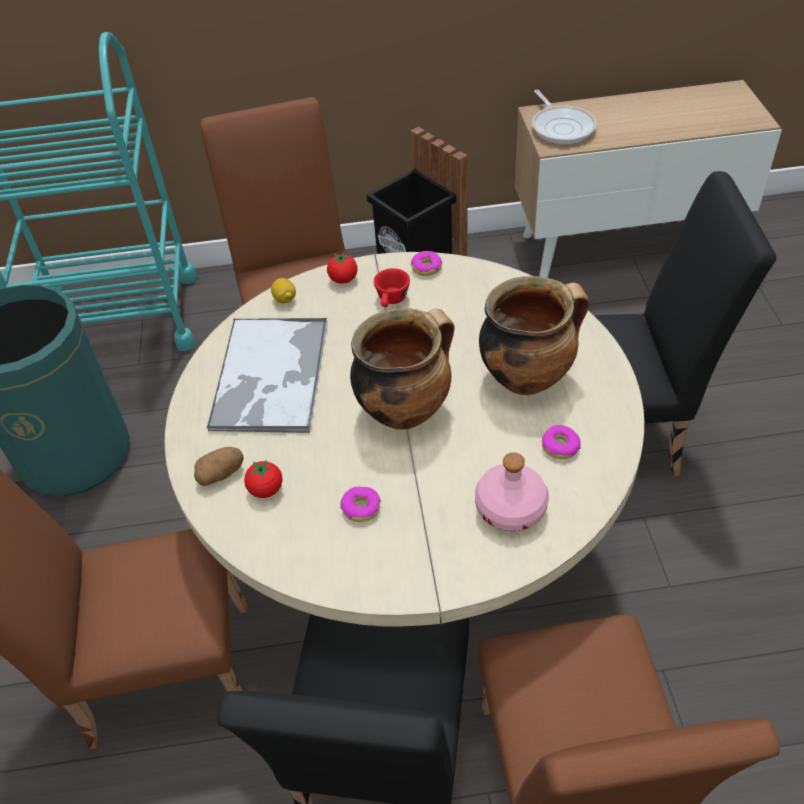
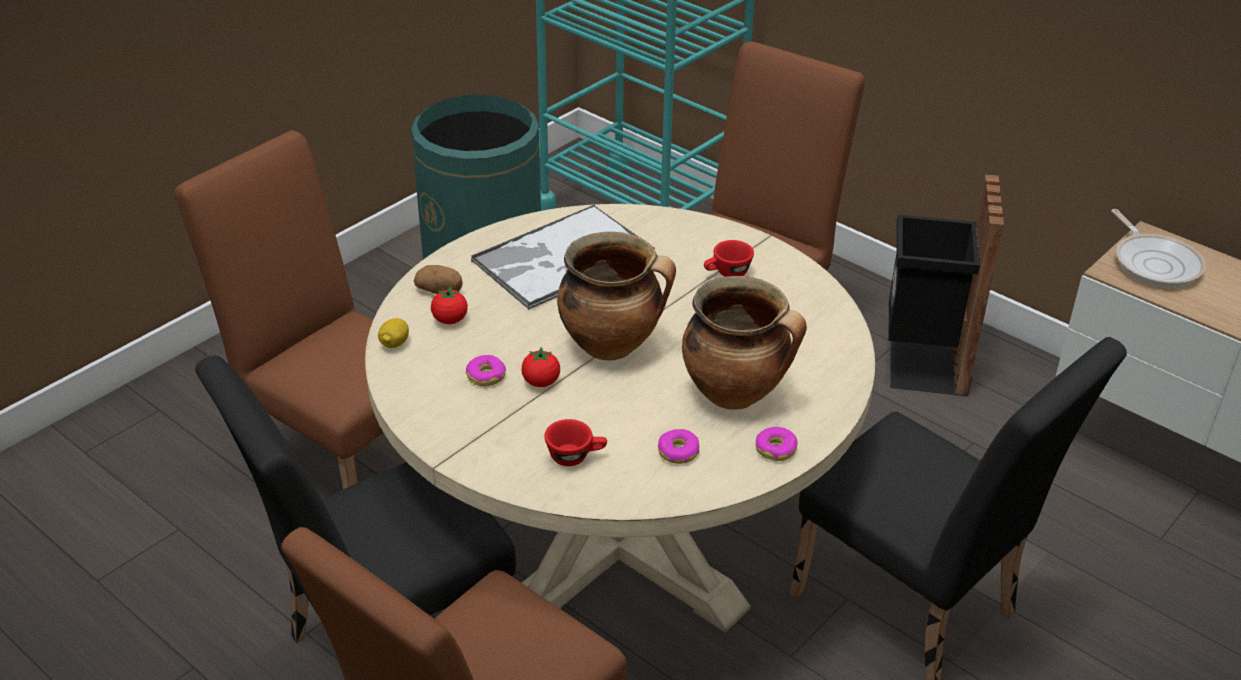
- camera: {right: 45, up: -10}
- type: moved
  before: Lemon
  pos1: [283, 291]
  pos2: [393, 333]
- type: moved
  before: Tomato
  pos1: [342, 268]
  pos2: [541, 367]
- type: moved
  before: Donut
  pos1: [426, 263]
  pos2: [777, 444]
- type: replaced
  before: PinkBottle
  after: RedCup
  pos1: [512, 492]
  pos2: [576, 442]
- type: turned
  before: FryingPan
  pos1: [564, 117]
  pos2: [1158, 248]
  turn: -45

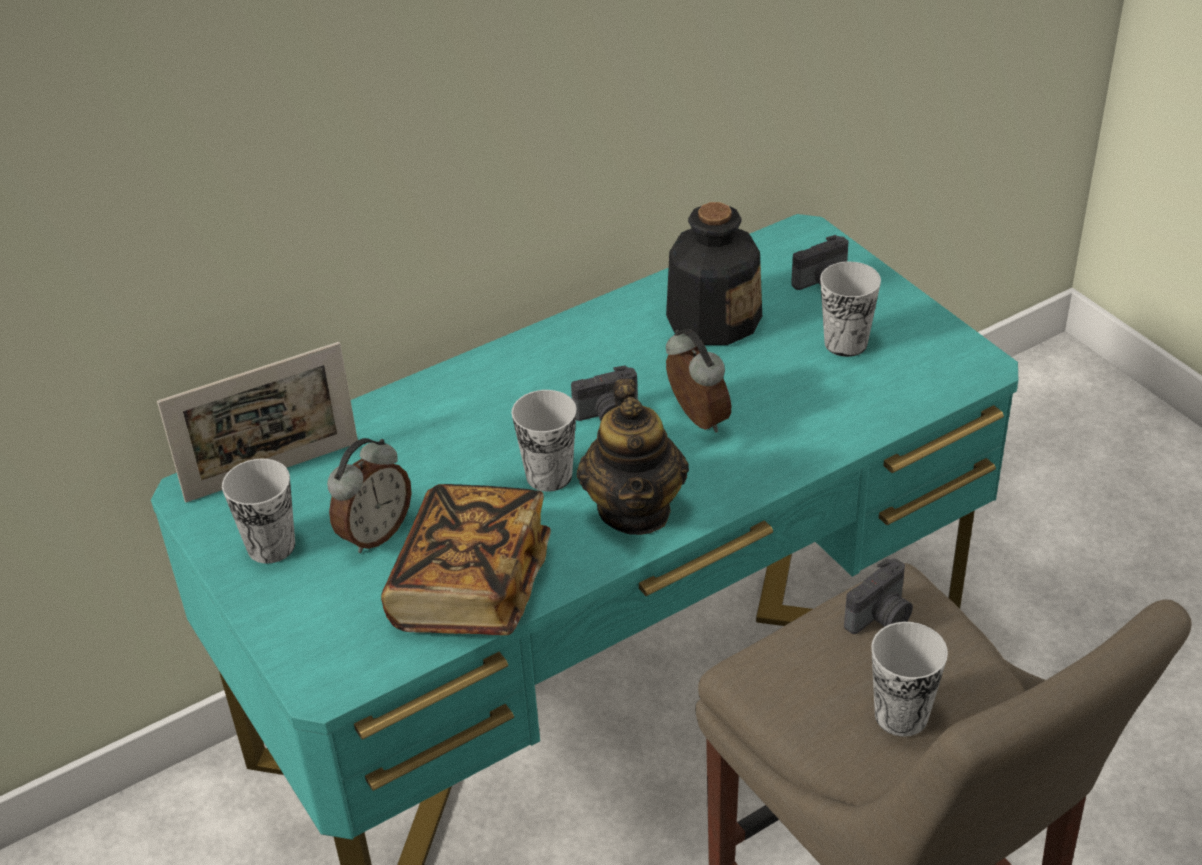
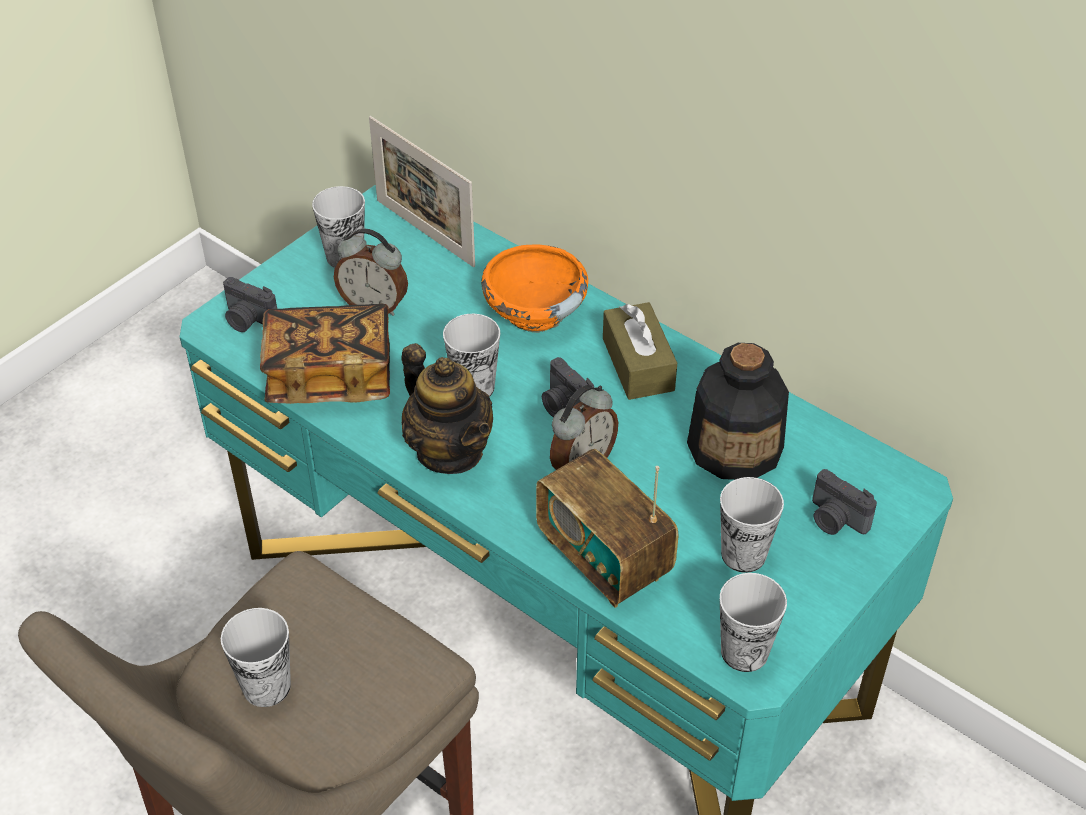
- camera: {right: 70, up: 5}
- type: added
  after: OrangeBowl
  pos2: [534, 288]
- type: added
  after: Radio
  pos2: [607, 528]
- type: added
  after: BrownTissueBox
  pos2: [640, 351]
- type: added
  after: Cup
  pos2: [753, 622]
- type: moved
  before: PhotoCamera
  pos1: [878, 596]
  pos2: [250, 304]
- type: turned
  before: Teapot
  pos1: [633, 457]
  pos2: [447, 408]
  turn: -105

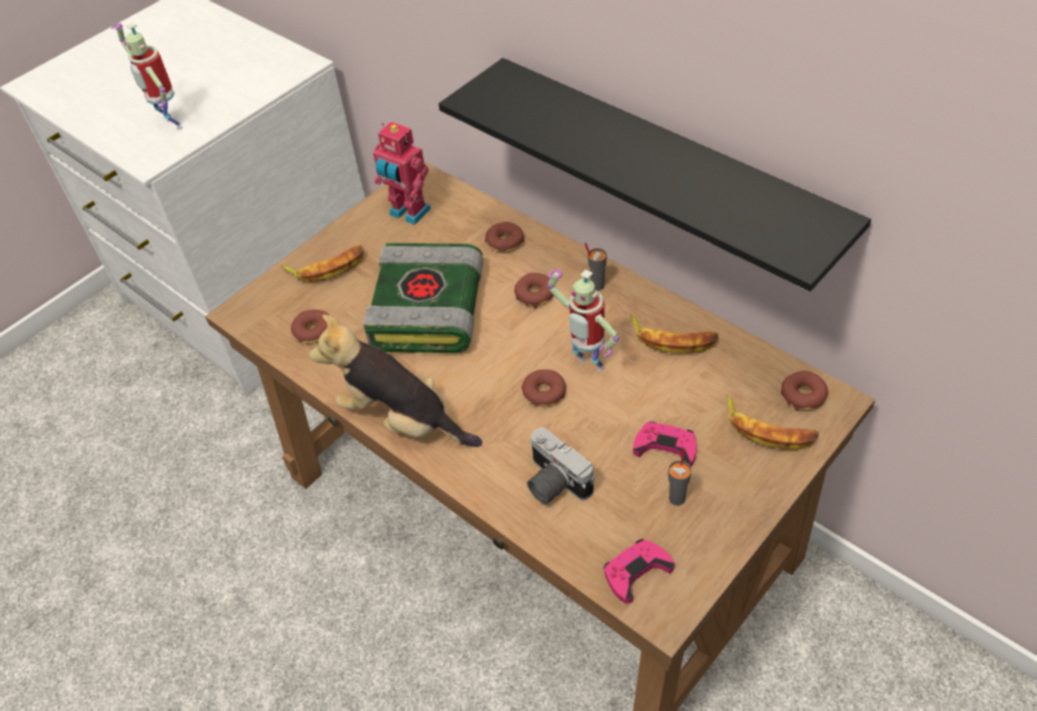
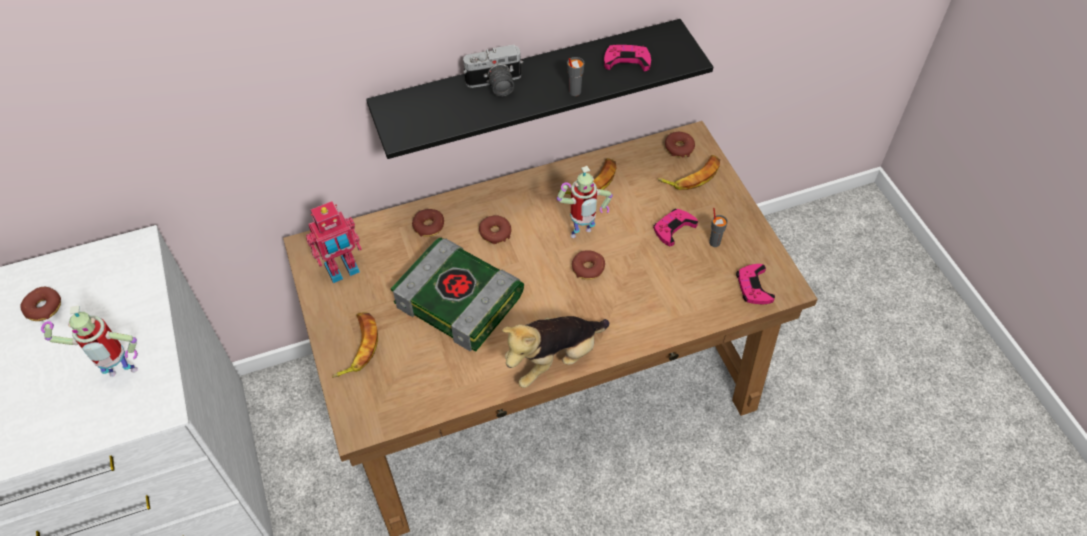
- camera: {right: -65, up: 5}
- type: added
  after: PinkGameController
  pos2: [627, 57]
- type: moved
  before: Donut
  pos1: [310, 326]
  pos2: [40, 304]
- type: moved
  before: PhotoCamera
  pos1: [561, 466]
  pos2: [493, 70]
- type: moved
  before: GreyCup
  pos1: [596, 266]
  pos2: [575, 76]

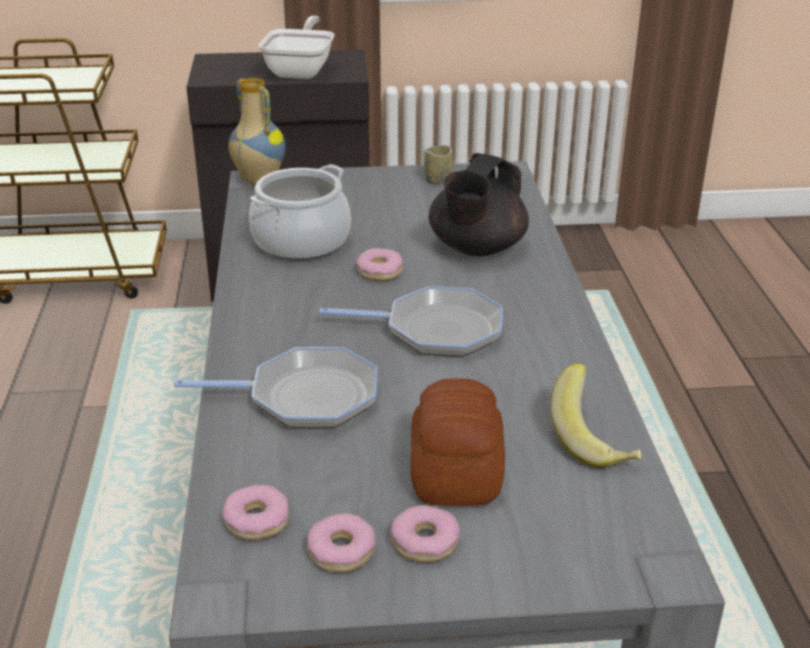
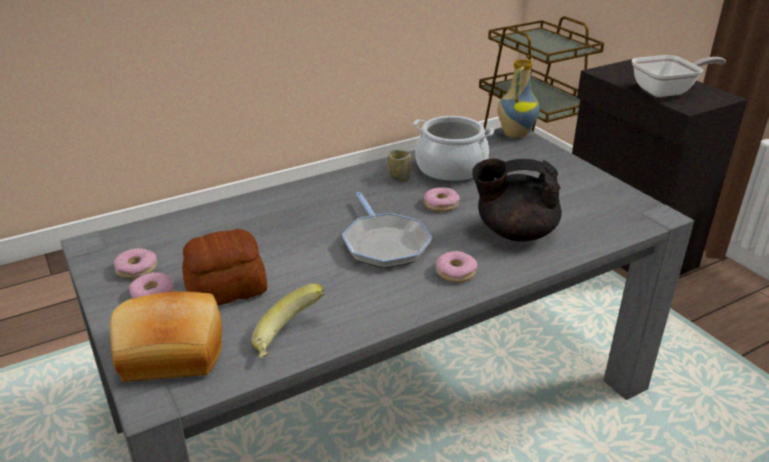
- camera: {right: 65, up: 0}
- type: removed
  before: FryingPan
  pos1: [275, 387]
- type: added
  after: Bread
  pos2: [166, 336]
- type: moved
  before: Donut
  pos1: [255, 512]
  pos2: [456, 267]
- type: moved
  before: Cup
  pos1: [438, 164]
  pos2: [399, 166]

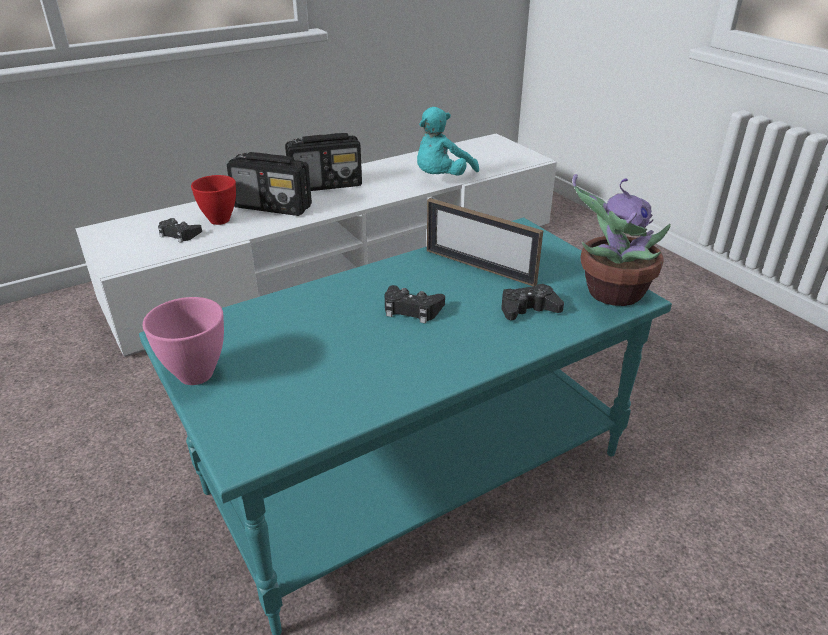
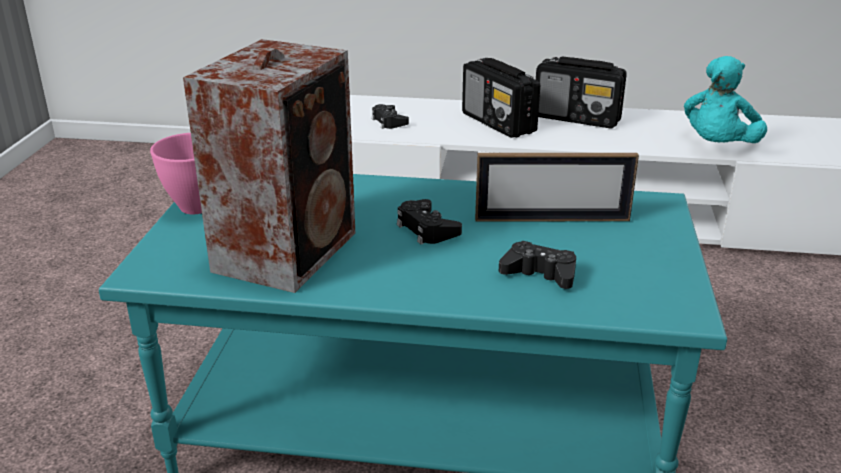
- camera: {right: 40, up: -5}
- type: removed
  before: RedBowl
  pos1: [213, 200]
- type: removed
  before: PottedPlant
  pos1: [621, 240]
- type: added
  after: Speaker
  pos2: [269, 166]
- type: turned
  before: TurquoisePlushToy
  pos1: [448, 141]
  pos2: [725, 99]
  turn: -45
- type: turned
  before: PictureFrame
  pos1: [485, 242]
  pos2: [557, 187]
  turn: -75

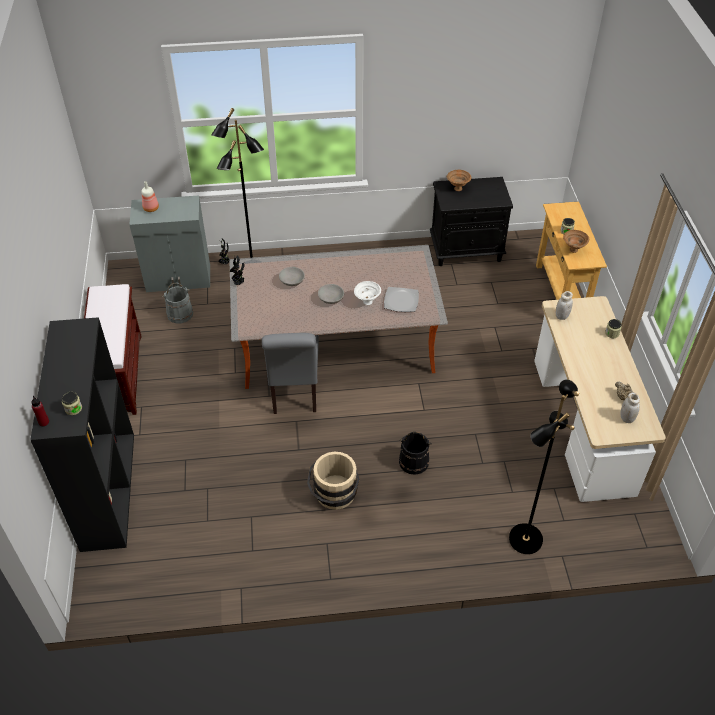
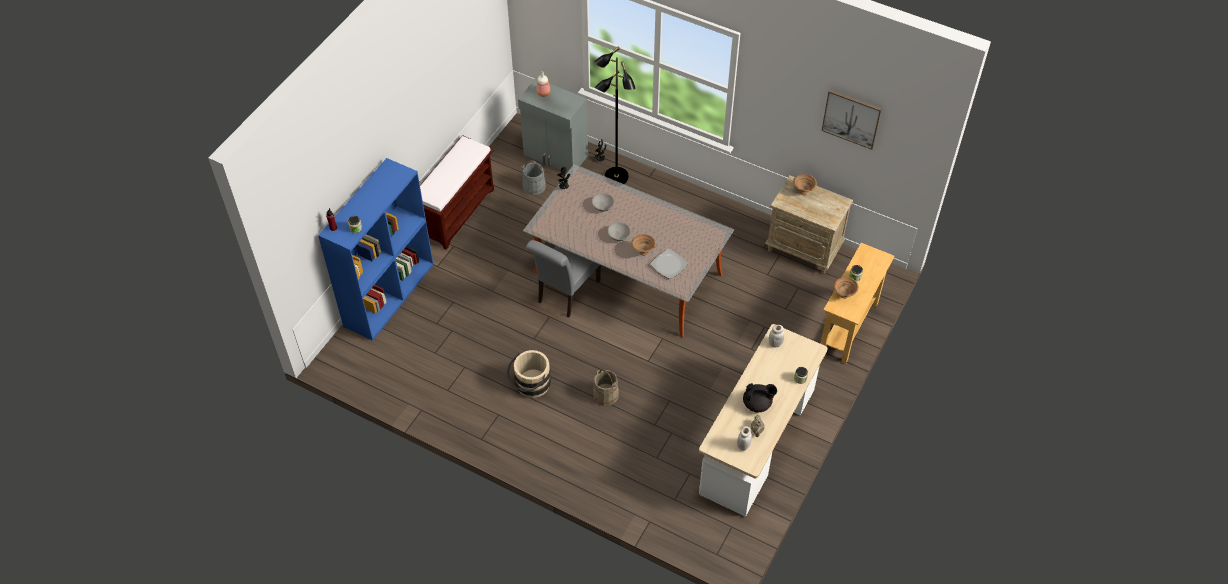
- camera: {right: 35, up: 5}
- type: removed
  before: BlackFloorLamp
  pos1: [544, 466]
- type: added
  after: BlackTeapot
  pos2: [760, 397]
- type: added
  after: Picture
  pos2: [852, 119]
- type: recoloured
  before: BlackBookcase
  after: BlueBookcase
  pos1: [82, 434]
  pos2: [376, 249]
- type: recoloured
  before: WhiteBowl
  after: BrownBowl
  pos1: [367, 293]
  pos2: [643, 245]
- type: recoloured
  before: BlackBucket
  after: BeigeBucket
  pos1: [415, 453]
  pos2: [606, 387]
- type: recoloured
  before: BlackNightstand
  after: BeigeNightstand
  pos1: [471, 221]
  pos2: [809, 224]

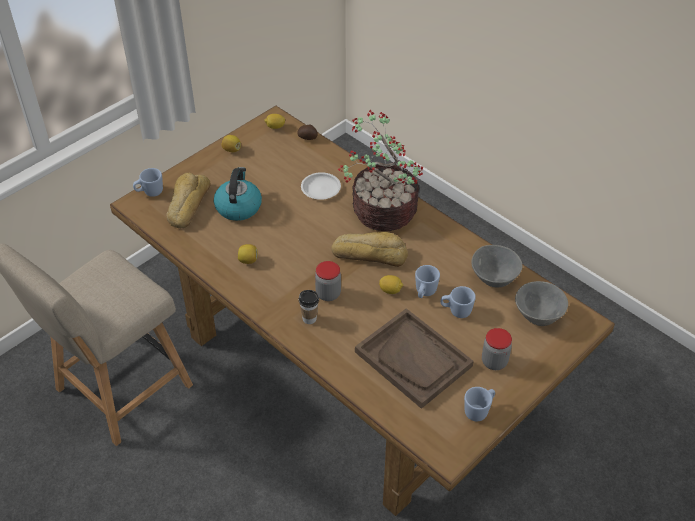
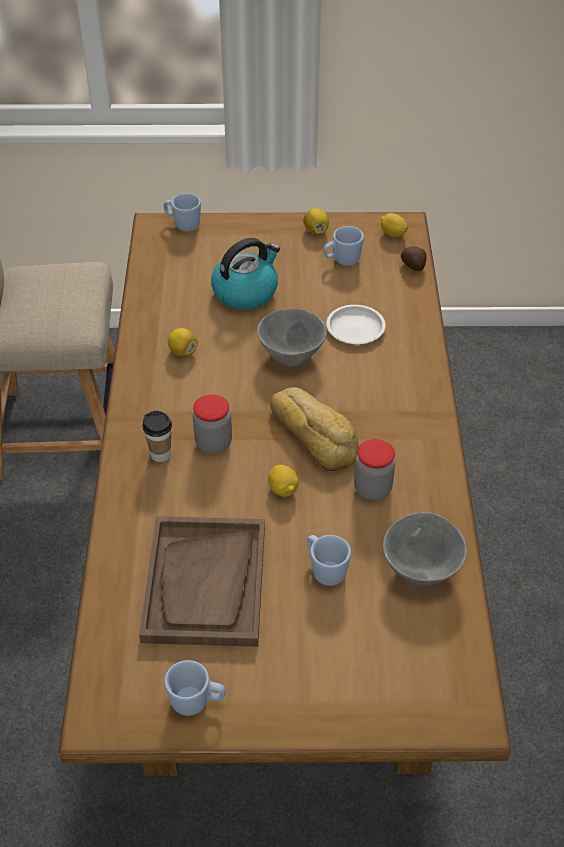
- camera: {right: 45, up: 0}
- type: removed
  before: Bread
  pos1: [188, 200]
- type: removed
  before: PottedPlant
  pos1: [380, 170]
- type: moved
  before: BlueMug
  pos1: [427, 281]
  pos2: [343, 246]
- type: moved
  before: Jar
  pos1: [497, 349]
  pos2: [374, 469]
- type: moved
  before: GreyBowl
  pos1: [541, 303]
  pos2: [292, 338]

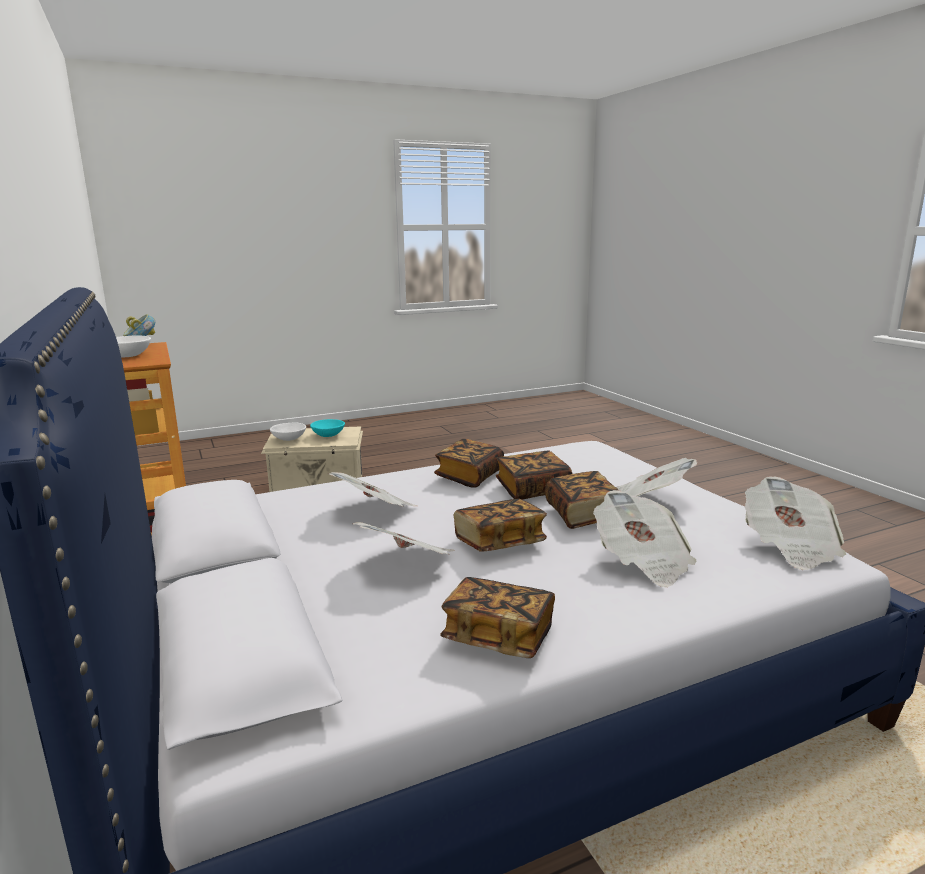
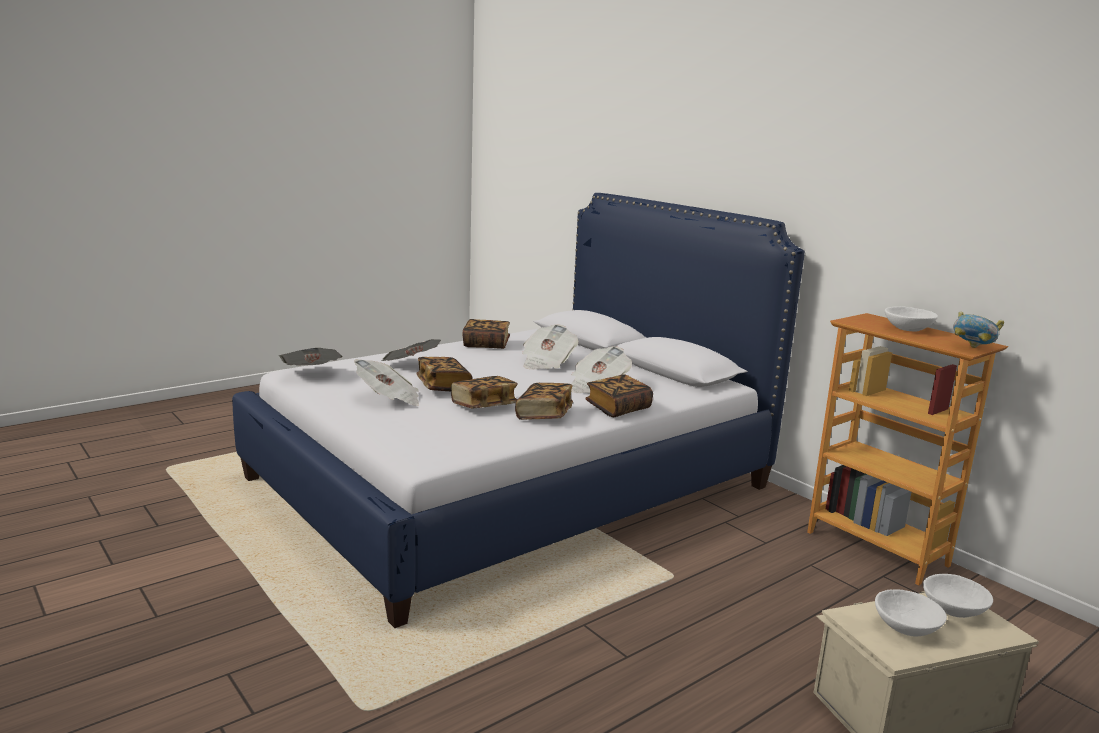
- camera: {right: 165, up: 0}
- type: moved
  before: Book
  pos1: [500, 525]
  pos2: [619, 395]
- type: recoloured
  before: TurquoiseBowl
  after: WhiteBowl
  pos1: [327, 428]
  pos2: [911, 612]

